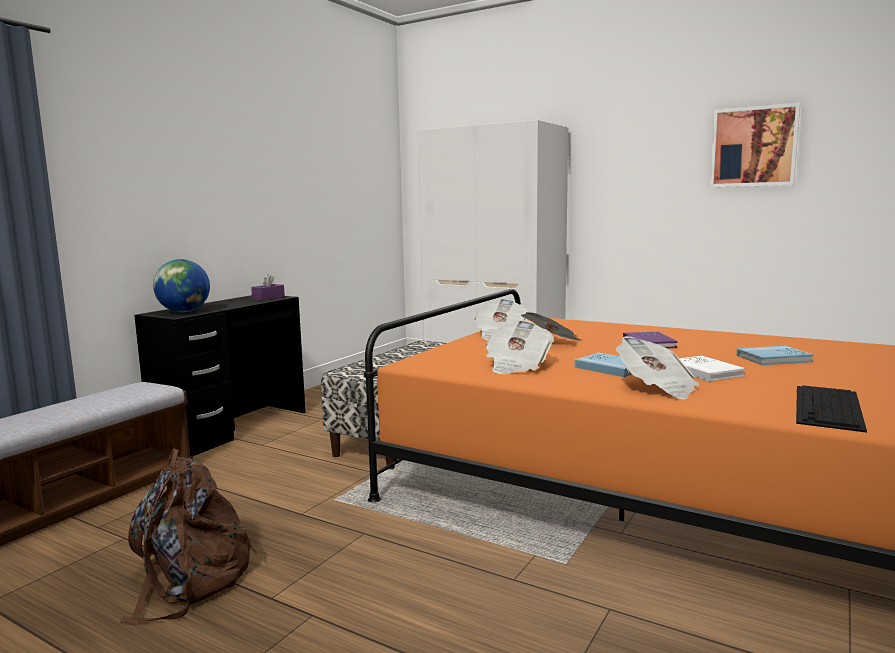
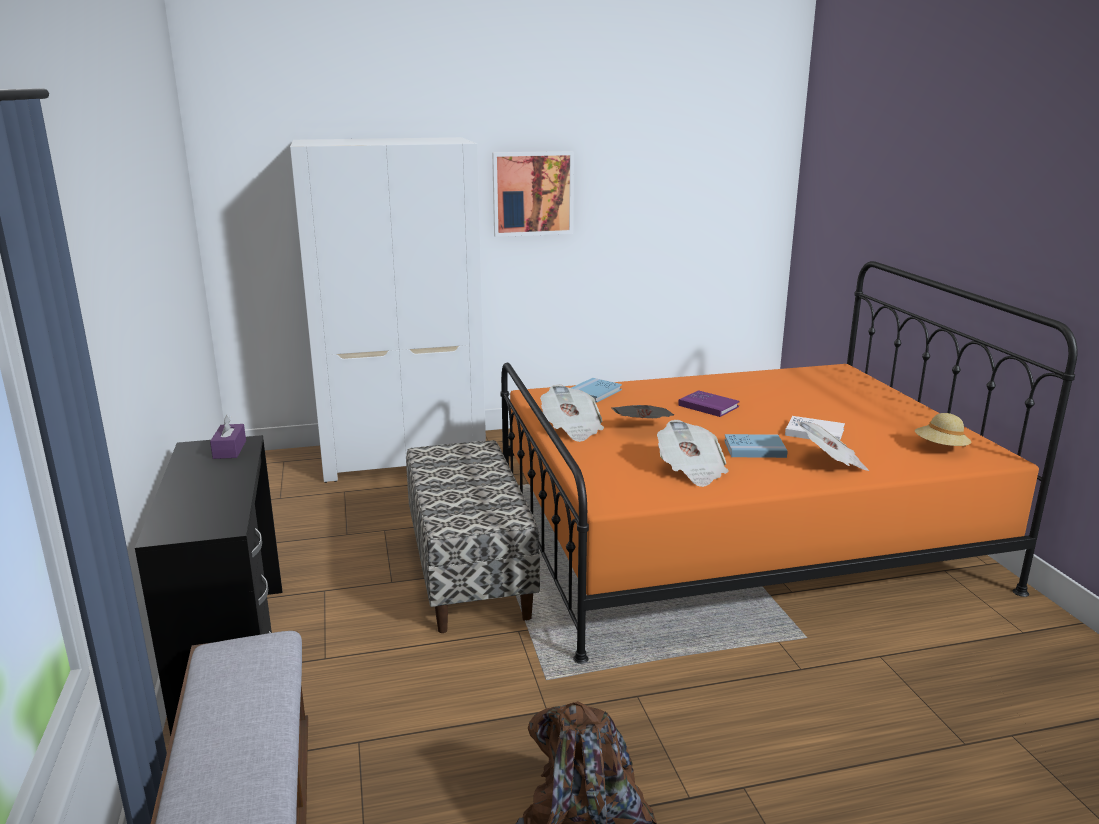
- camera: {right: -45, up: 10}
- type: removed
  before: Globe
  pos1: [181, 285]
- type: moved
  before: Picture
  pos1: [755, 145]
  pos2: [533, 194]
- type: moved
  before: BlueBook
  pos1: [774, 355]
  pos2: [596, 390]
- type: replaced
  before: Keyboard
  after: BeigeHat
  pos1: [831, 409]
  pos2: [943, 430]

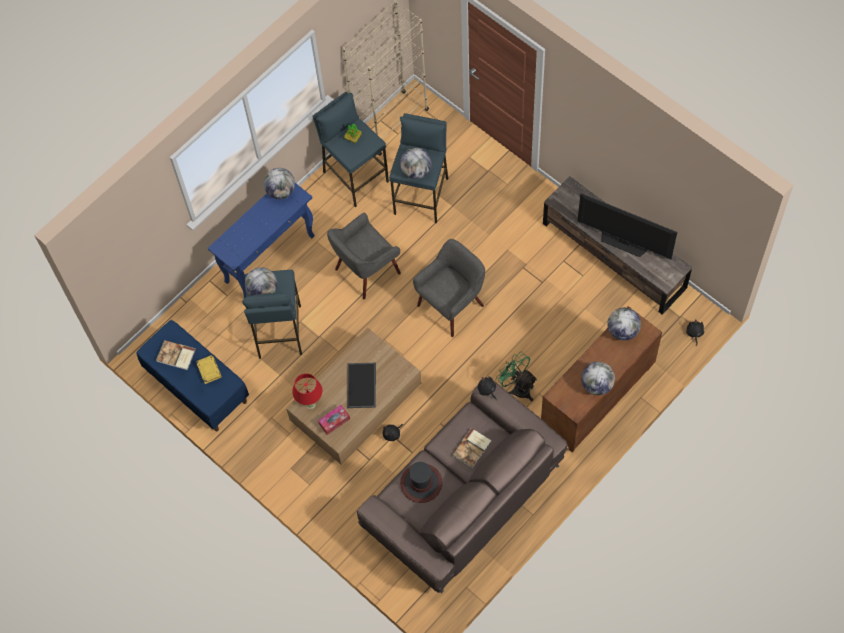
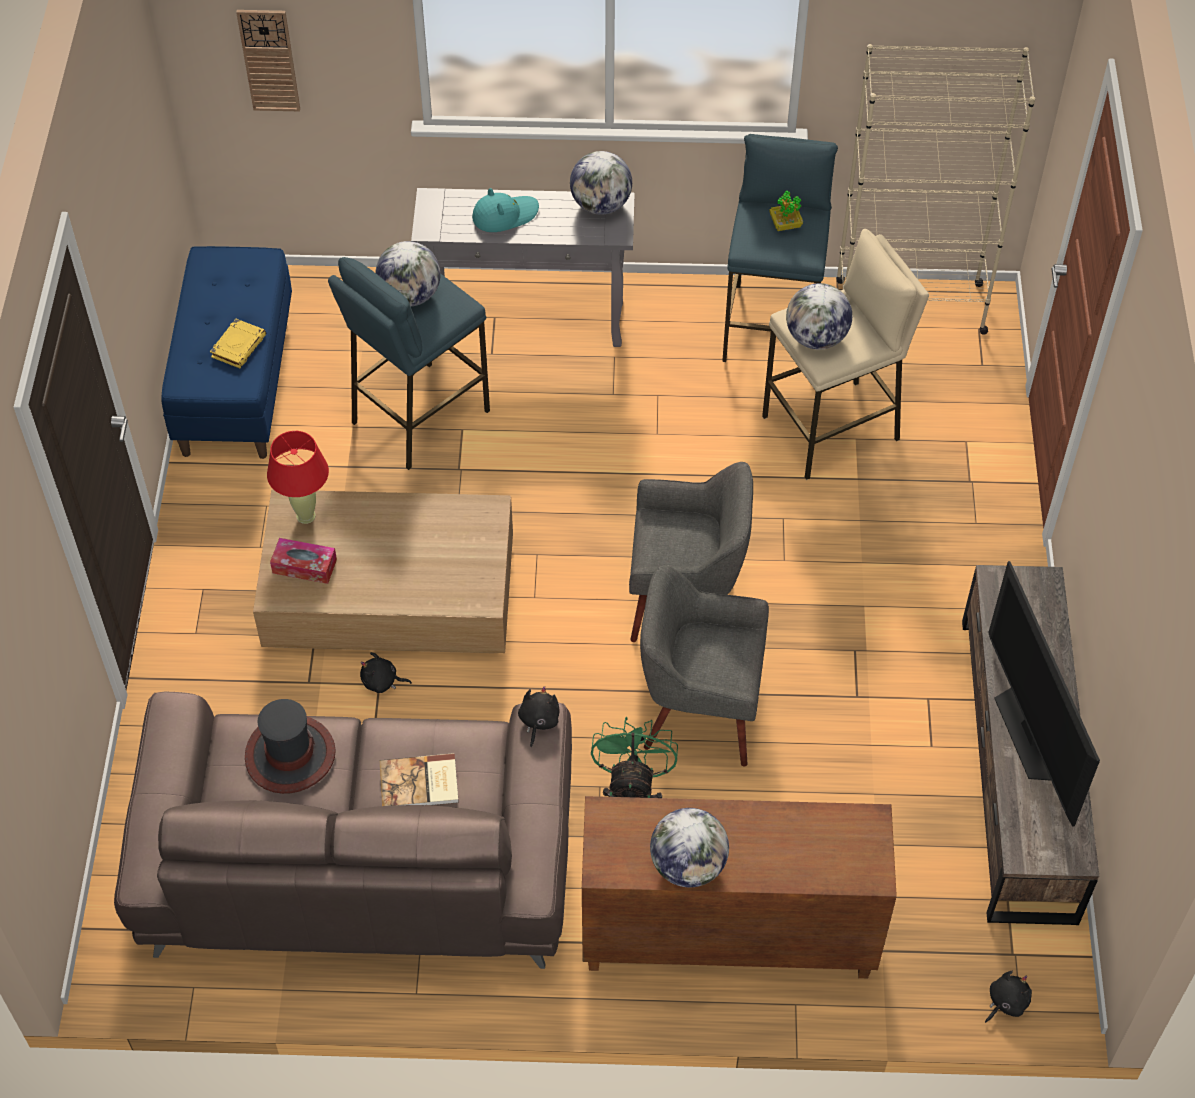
- camera: {right: 45, up: -10}
- type: removed
  before: Book
  pos1: [176, 355]
- type: removed
  before: Tray
  pos1: [361, 385]
- type: removed
  before: Globe
  pos1: [624, 324]
- type: added
  after: WallClock
  pos2: [268, 60]
- type: added
  after: TurquoiseHat
  pos2: [505, 210]
- type: moved
  before: GreyArmchair
  pos1: [364, 255]
  pos2: [704, 666]
- type: recoloured
  before: BlueConsoleTable
  after: GreyConsoleTable
  pos1: [261, 240]
  pos2: [523, 267]
- type: recoloured
  before: BlueStool
  after: BeigeStool
  pos1: [418, 168]
  pos2: [845, 354]

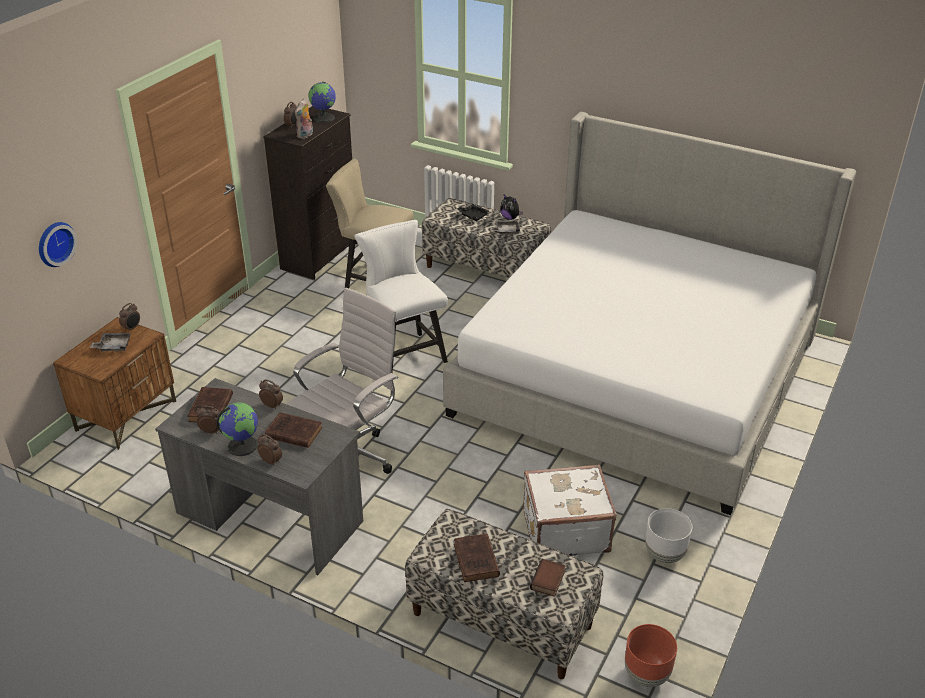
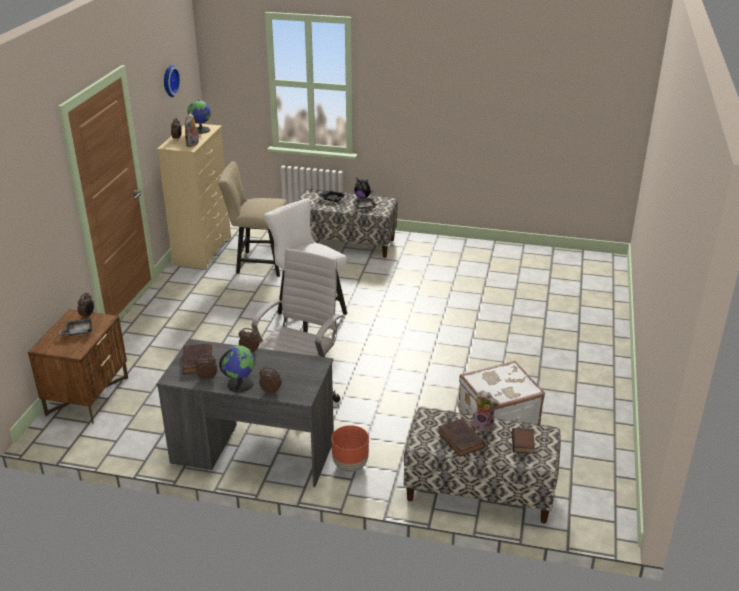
- camera: {right: -15, up: -5}
- type: removed
  before: BrownBook
  pos1: [293, 430]
- type: removed
  before: Bed
  pos1: [649, 313]
- type: removed
  before: WhitePlanter
  pos1: [668, 535]
- type: added
  after: PlushToy
  pos2: [485, 411]
- type: moved
  before: WallClock
  pos1: [58, 244]
  pos2: [172, 81]
- type: moved
  before: BrownPlanter
  pos1: [651, 655]
  pos2: [350, 448]
- type: recoloured
  before: BlackDresser
  after: BeigeDresser
  pos1: [311, 193]
  pos2: [194, 196]

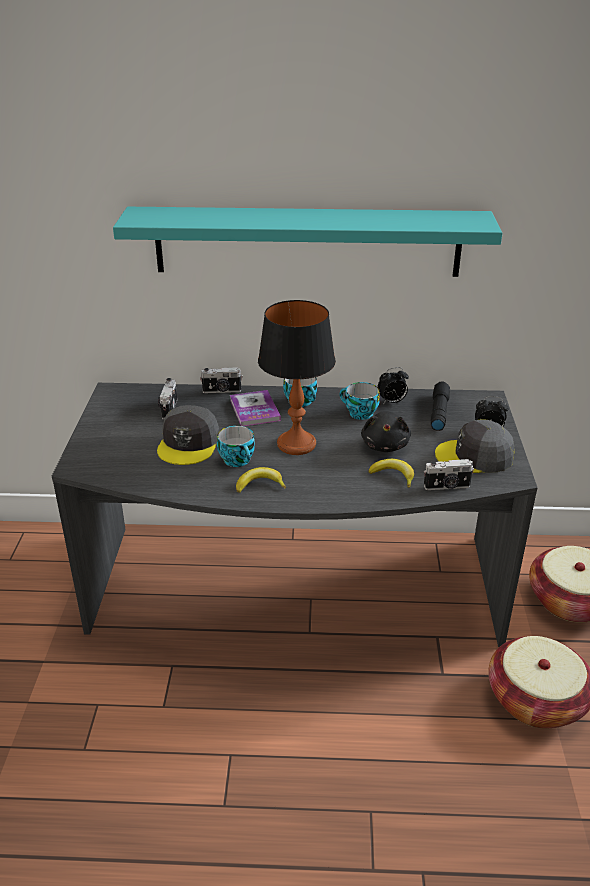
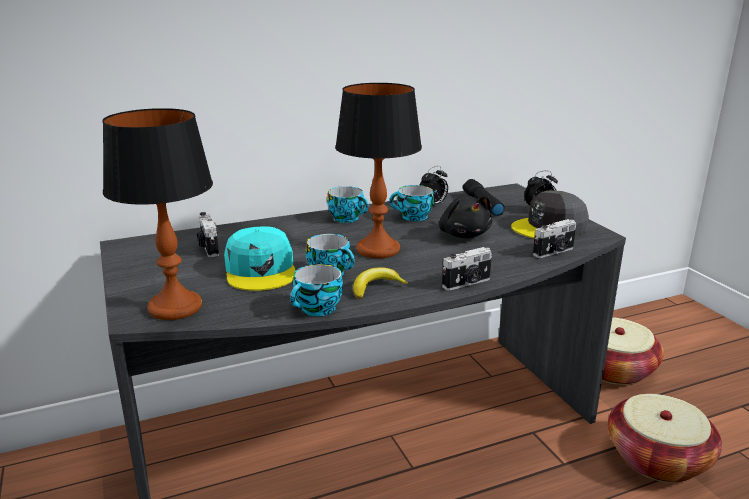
- camera: {right: -25, up: -10}
- type: removed
  before: TurquoiseShelf
  pos1: [307, 242]
- type: removed
  before: Book
  pos1: [255, 408]
- type: removed
  before: Banana
  pos1: [391, 473]
- type: added
  after: TableLamp
  pos2: [157, 214]
- type: added
  after: Cup
  pos2: [316, 290]
- type: moved
  before: PhotoCamera
  pos1: [221, 380]
  pos2: [467, 269]
- type: recoloured
  before: GreyCap
  after: TurquoiseCap
  pos1: [188, 435]
  pos2: [260, 258]

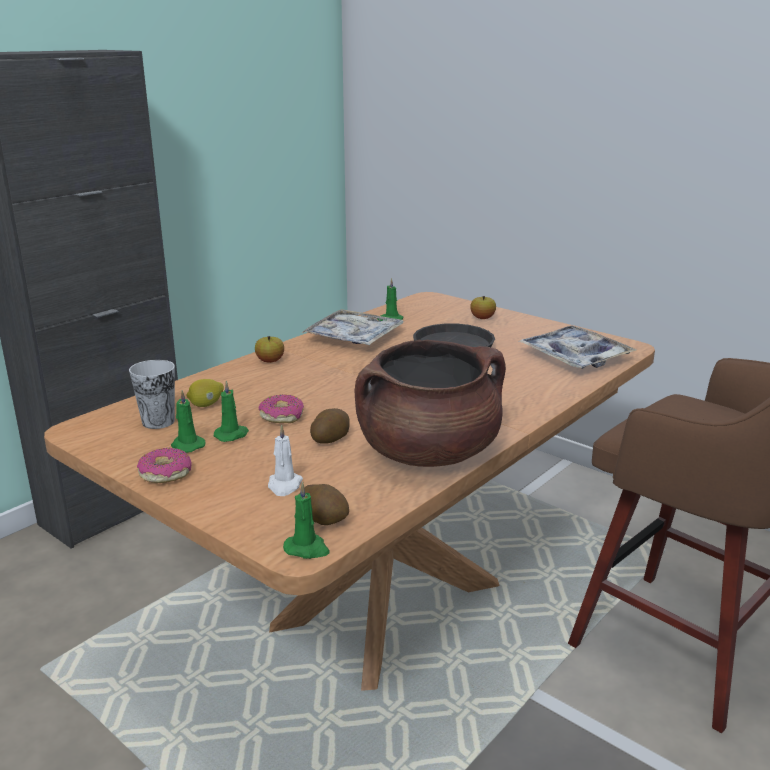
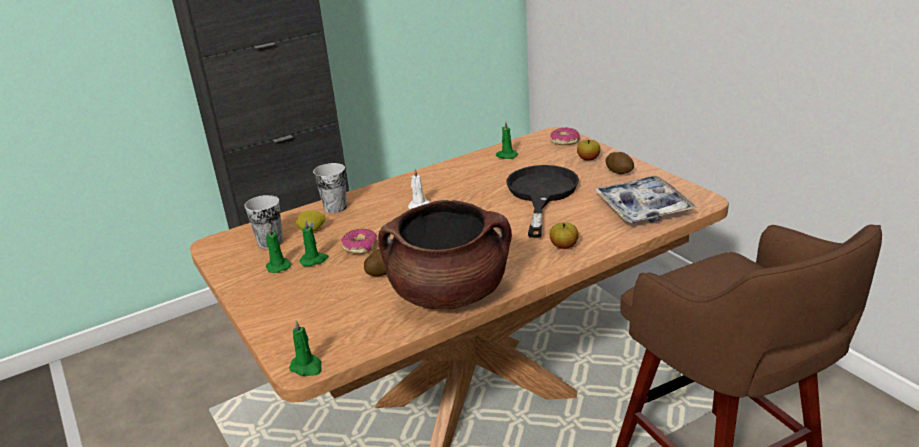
- camera: {right: 20, up: 5}
- type: removed
  before: Tray
  pos1: [352, 327]
- type: added
  after: Cup
  pos2: [330, 188]
- type: moved
  before: Donut
  pos1: [164, 465]
  pos2: [565, 136]
- type: moved
  before: Apple
  pos1: [269, 349]
  pos2: [564, 235]
- type: moved
  before: WhiteCandle
  pos1: [285, 460]
  pos2: [419, 189]
- type: moved
  before: Potato
  pos1: [324, 504]
  pos2: [620, 163]

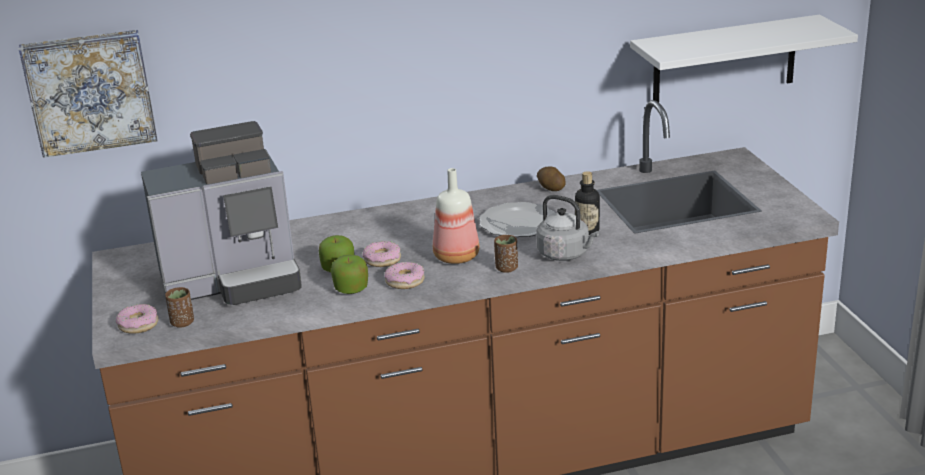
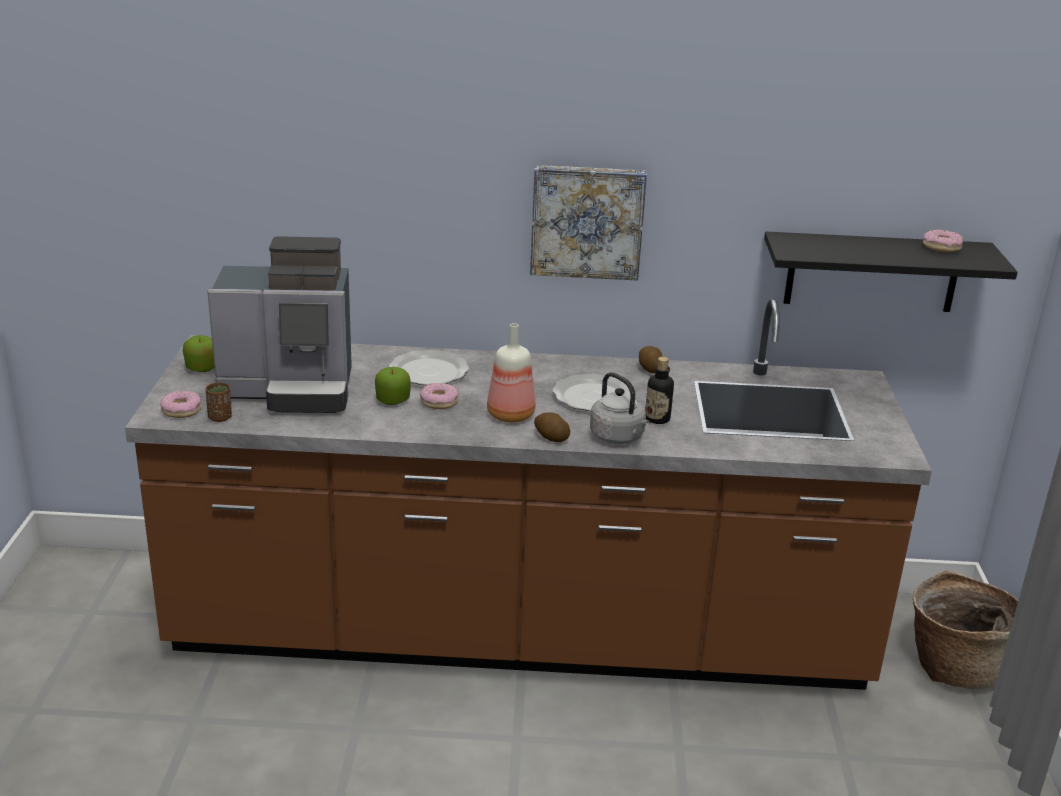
- camera: {right: 15, up: 0}
- type: added
  after: Plate
  pos2: [429, 367]
- type: added
  after: Basket
  pos2: [965, 629]
- type: moved
  before: Picture
  pos1: [88, 94]
  pos2: [588, 223]
- type: moved
  before: Apple
  pos1: [349, 274]
  pos2: [198, 353]
- type: moved
  before: Donut
  pos1: [405, 275]
  pos2: [943, 240]
- type: replaced
  before: BrownCup
  after: Potato
  pos1: [506, 254]
  pos2: [552, 427]
- type: recoloured
  before: WhiteShelf
  after: BlackShelf
  pos1: [744, 58]
  pos2: [891, 272]

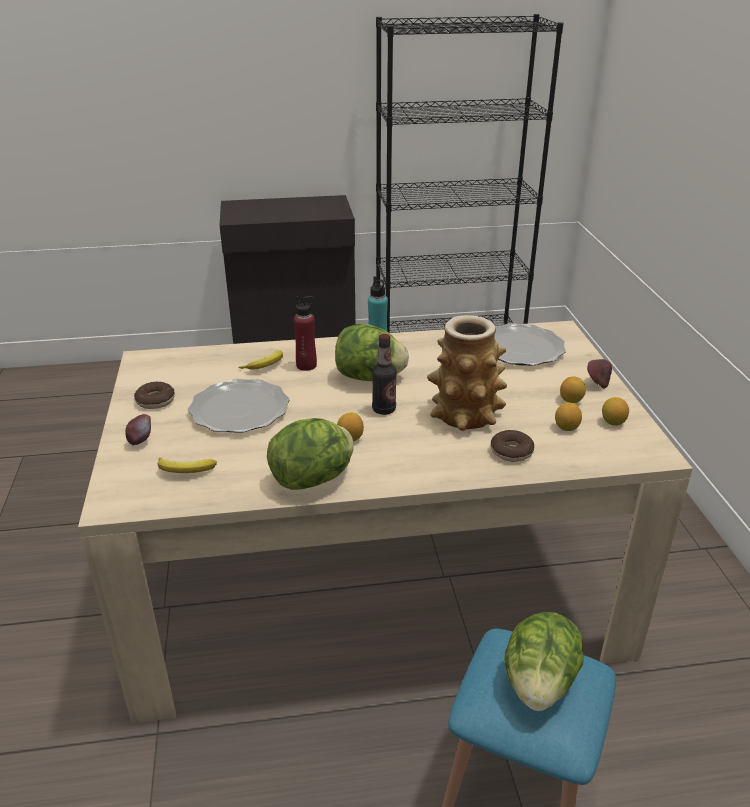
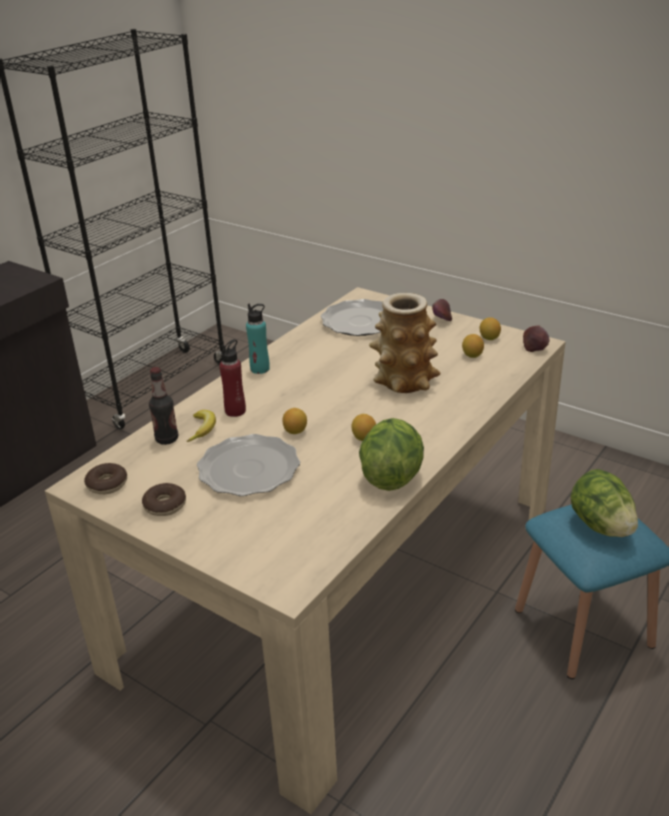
- camera: {right: -45, up: 0}
- type: removed
  before: Banana
  pos1: [187, 465]
- type: removed
  before: Lettuce
  pos1: [372, 352]
- type: moved
  before: Apple
  pos1: [138, 429]
  pos2: [536, 338]
- type: moved
  before: Bottle
  pos1: [384, 374]
  pos2: [163, 406]
- type: moved
  before: Donut
  pos1: [512, 446]
  pos2: [105, 478]
- type: moved
  before: Lemon
  pos1: [573, 389]
  pos2: [294, 421]

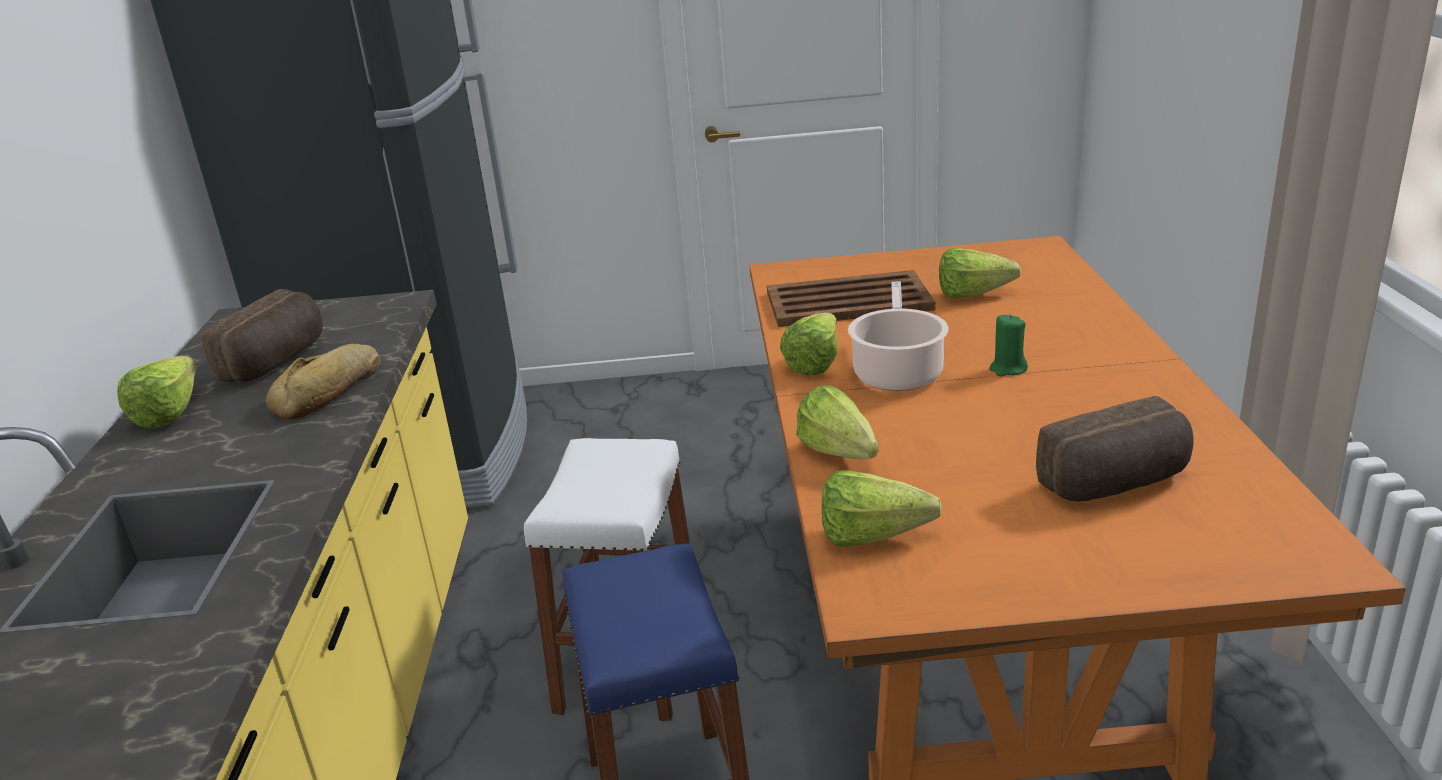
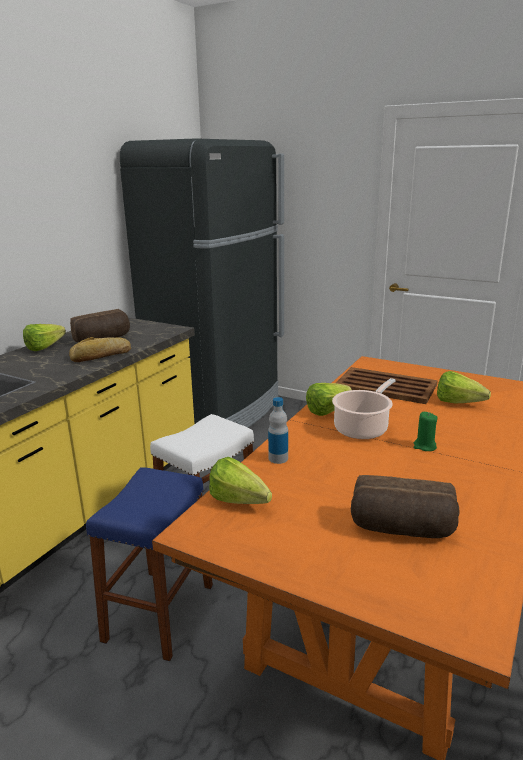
- camera: {right: 30, up: -5}
- type: replaced
  before: Lettuce
  after: Bottle
  pos1: [837, 422]
  pos2: [278, 430]

